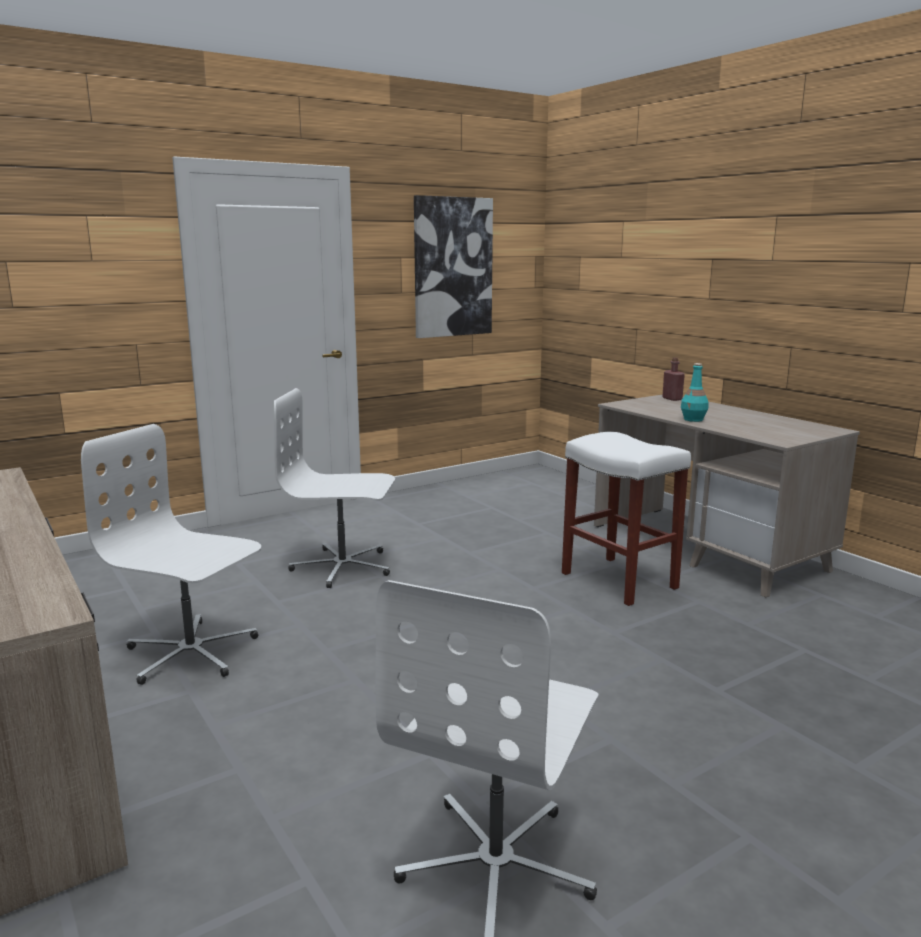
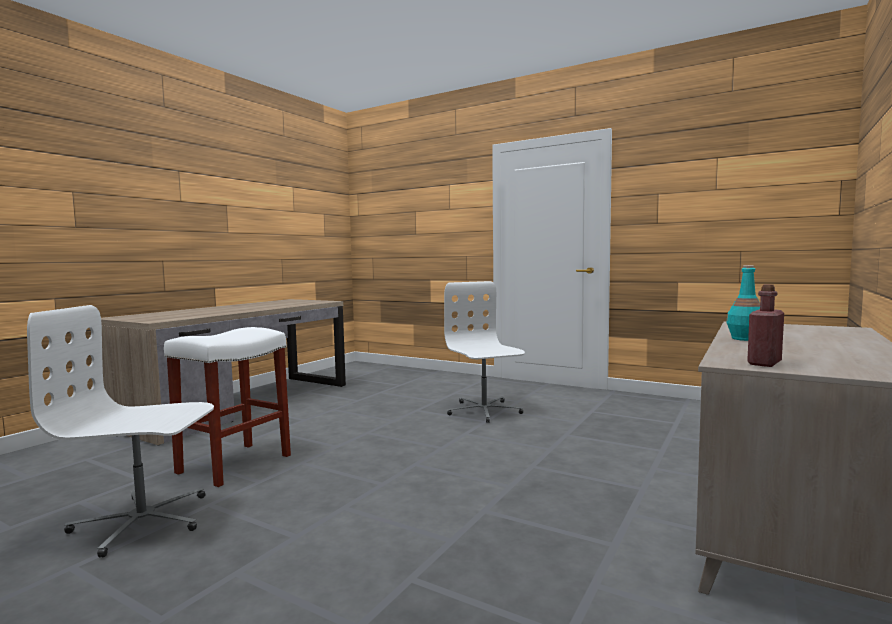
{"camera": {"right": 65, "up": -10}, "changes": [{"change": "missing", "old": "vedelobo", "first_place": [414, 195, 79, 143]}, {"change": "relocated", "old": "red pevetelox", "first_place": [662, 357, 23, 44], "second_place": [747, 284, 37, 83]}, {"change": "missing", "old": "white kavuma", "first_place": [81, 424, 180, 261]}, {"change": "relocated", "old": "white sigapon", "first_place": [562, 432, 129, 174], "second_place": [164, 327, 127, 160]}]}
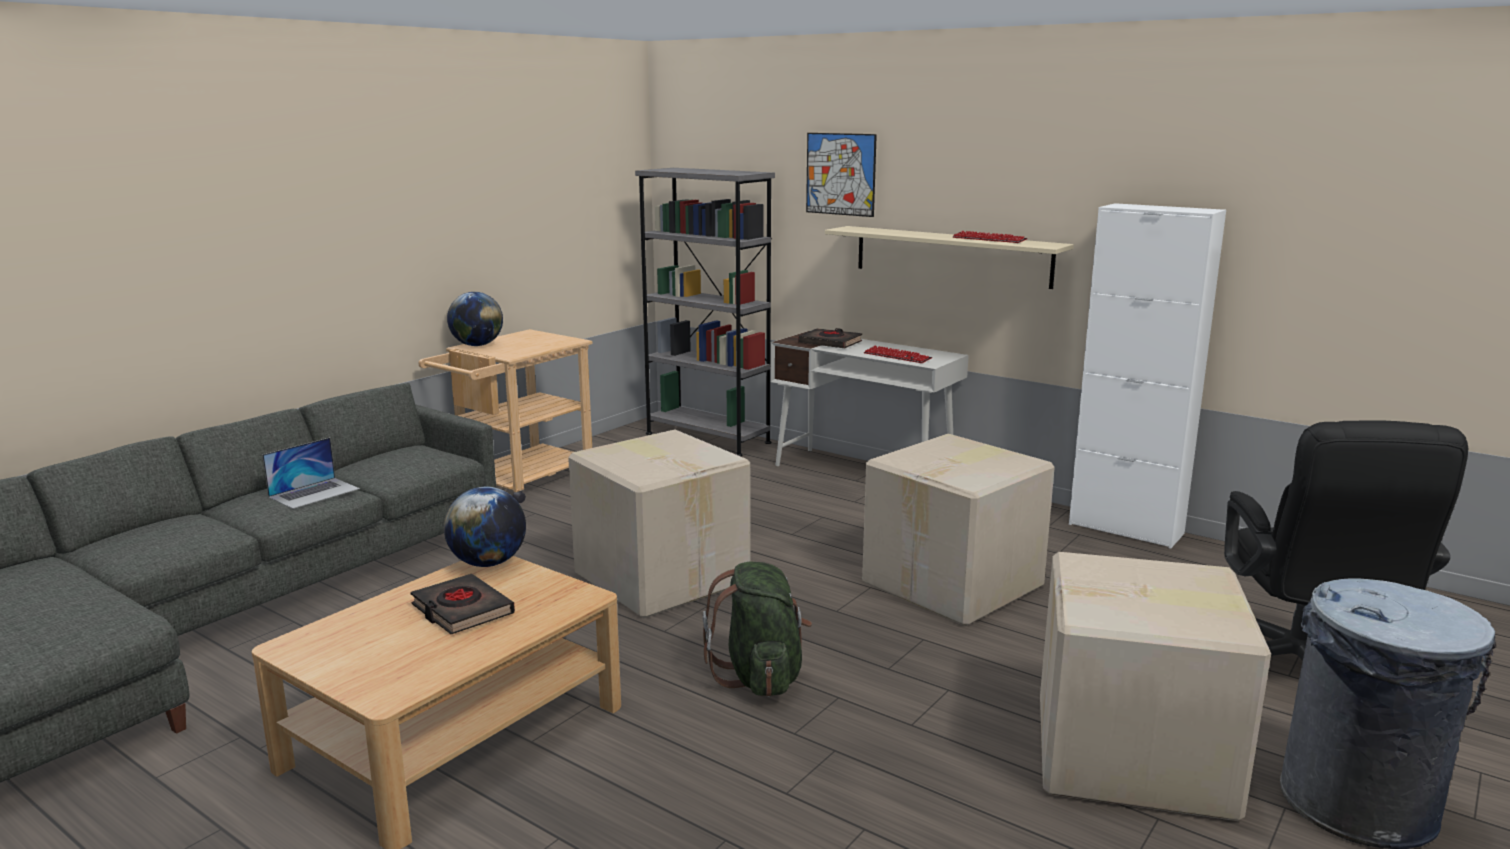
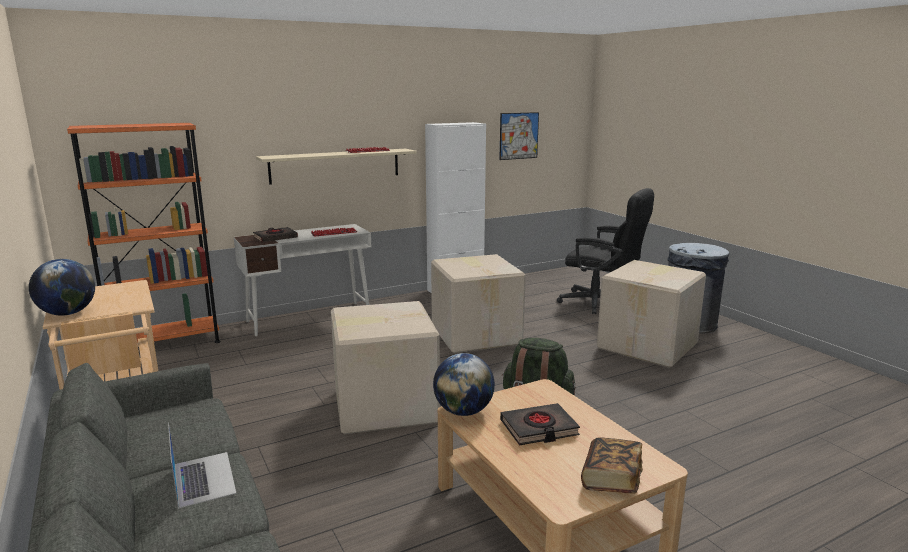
{"camera": {"right": -65, "up": 0}, "changes": [{"change": "relocated", "old": "vedelobo", "first_place": [806, 133, 71, 84], "second_place": [499, 112, 40, 48]}, {"change": "colour", "old": "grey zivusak", "new": "orange zivusak", "first_place": [635, 168, 140, 288], "second_place": [67, 123, 153, 220]}, {"change": "appeared", "new": "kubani", "second_place": [581, 437, 62, 57]}]}
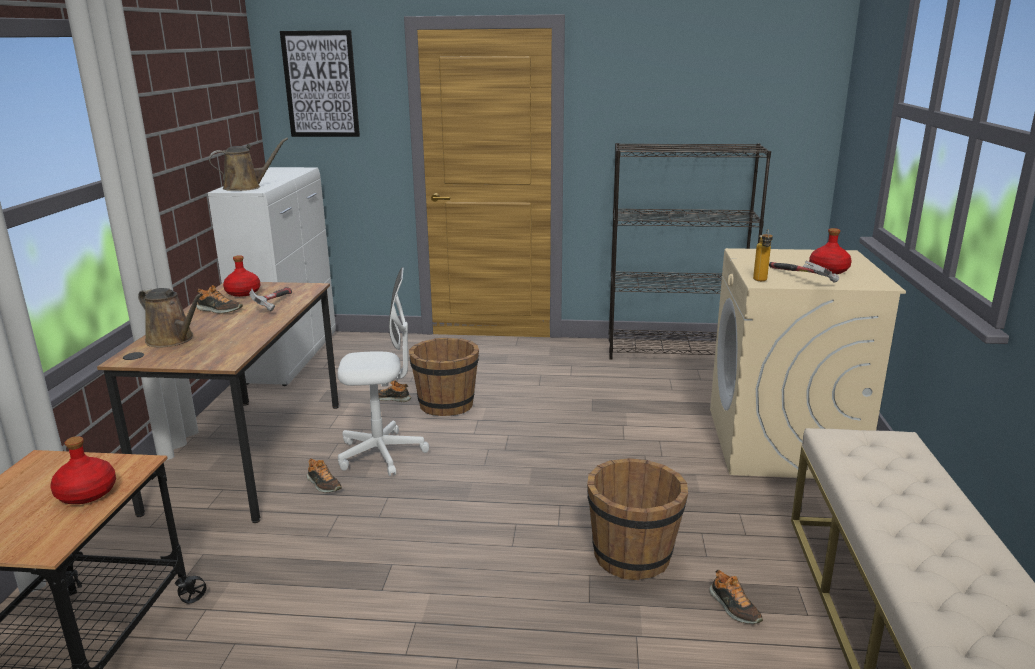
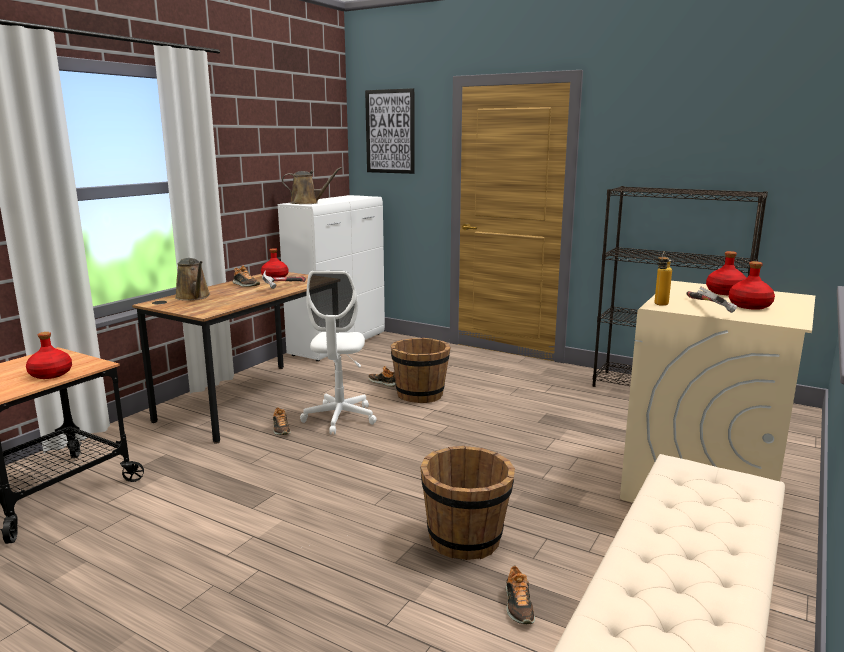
{"camera": {"right": 25, "up": -5}, "changes": [{"change": "spun", "old": "white kavuma", "first_place": [338, 267, 91, 209], "second_place": [300, 270, 77, 165], "degrees": 75}, {"change": "appeared", "new": "red pevetelox", "second_place": [706, 251, 41, 45]}]}
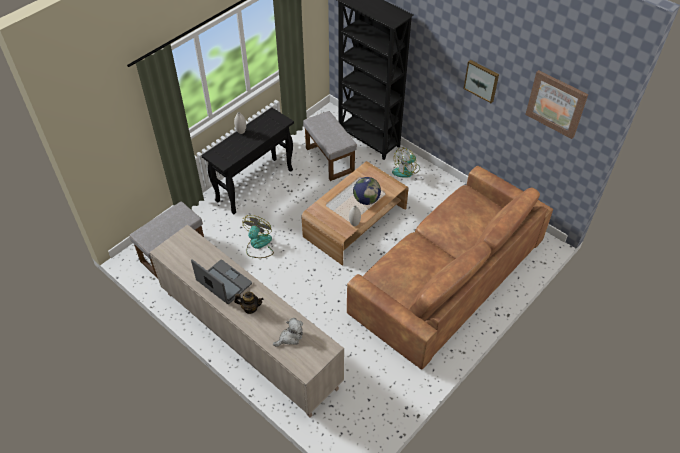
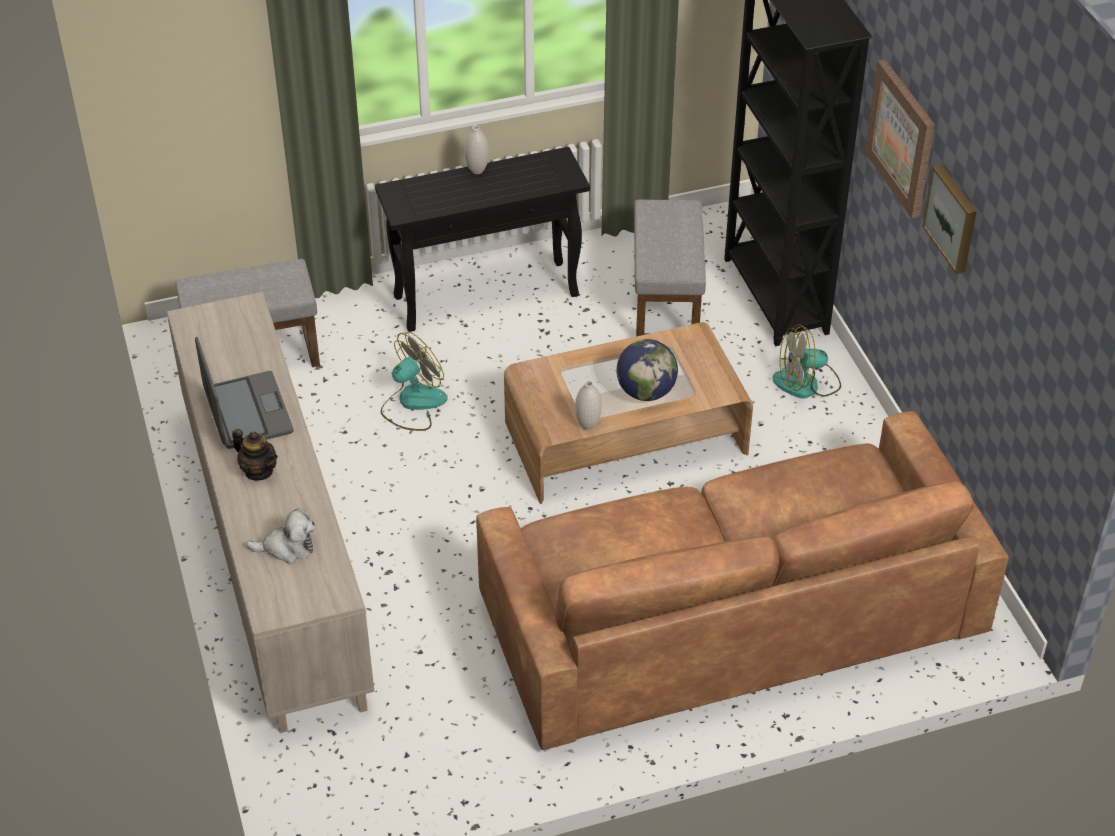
{"camera": {"right": 30, "up": -5}, "changes": [{"change": "relocated", "old": "vedelobo", "first_place": [525, 70, 63, 69], "second_place": [865, 60, 70, 159]}]}
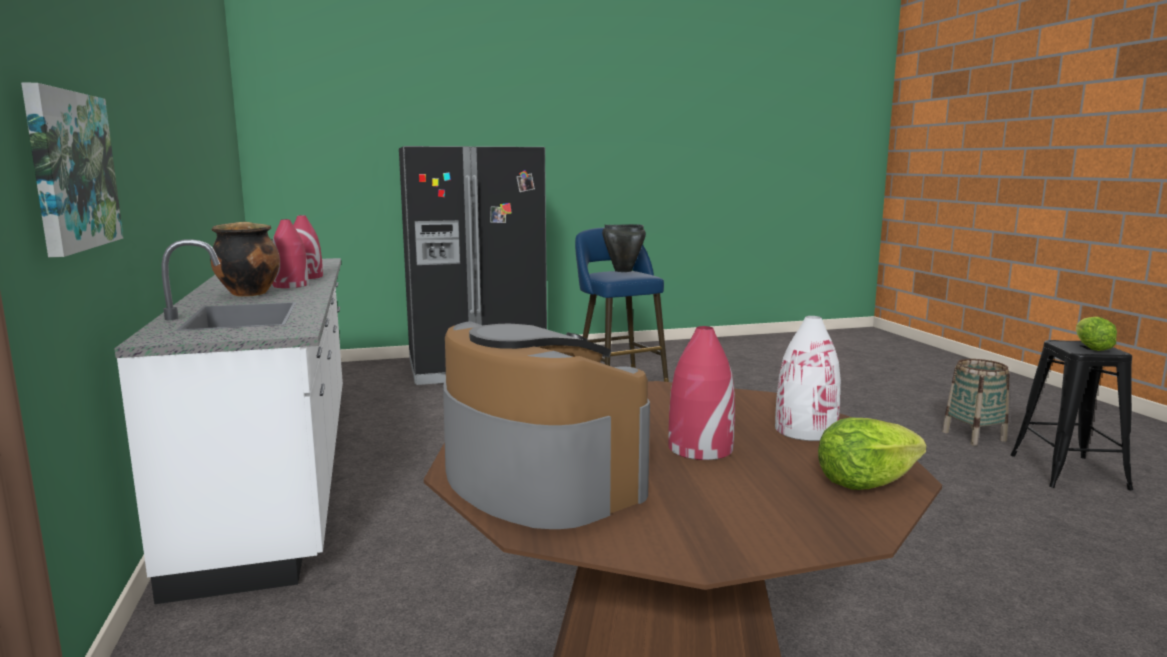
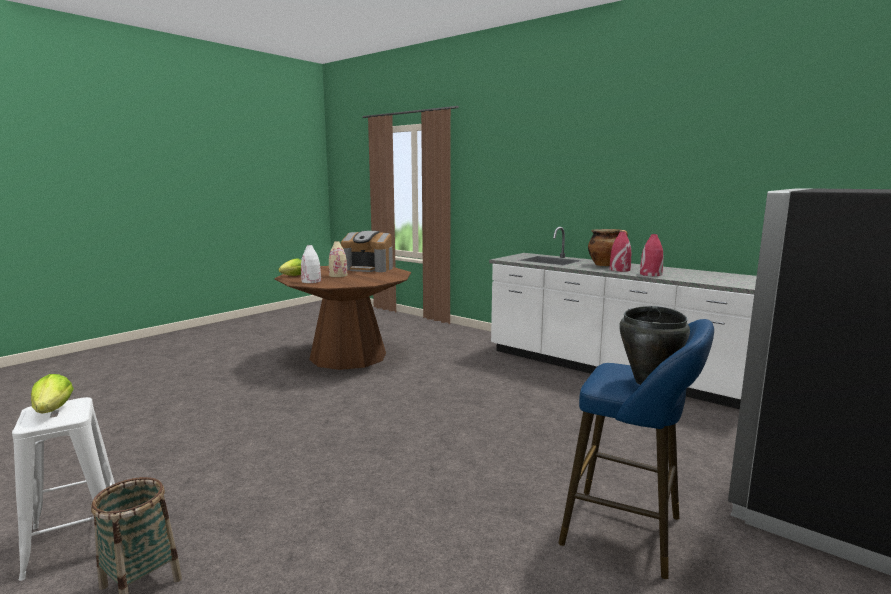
{"camera": {"right": 145, "up": 0}, "changes": [{"change": "missing", "old": "vedelobo", "first_place": [21, 82, 102, 175]}, {"change": "colour", "old": "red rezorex", "new": "beige rezorex", "first_place": [668, 326, 67, 134], "second_place": [329, 241, 18, 36]}, {"change": "colour", "old": "black sigapon", "new": "white sigapon", "first_place": [1010, 340, 123, 151], "second_place": [12, 397, 103, 184]}]}
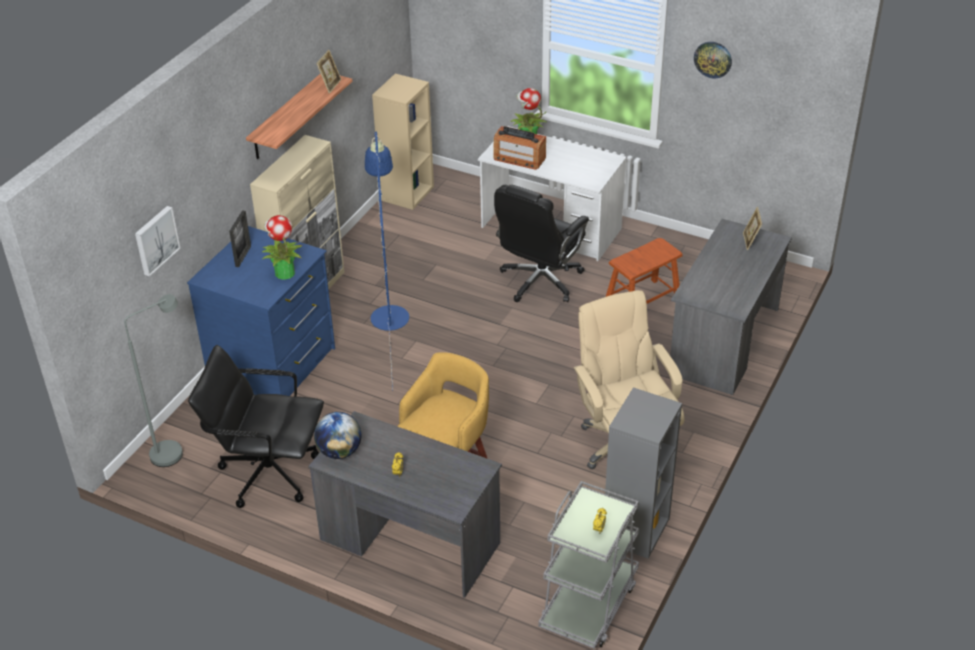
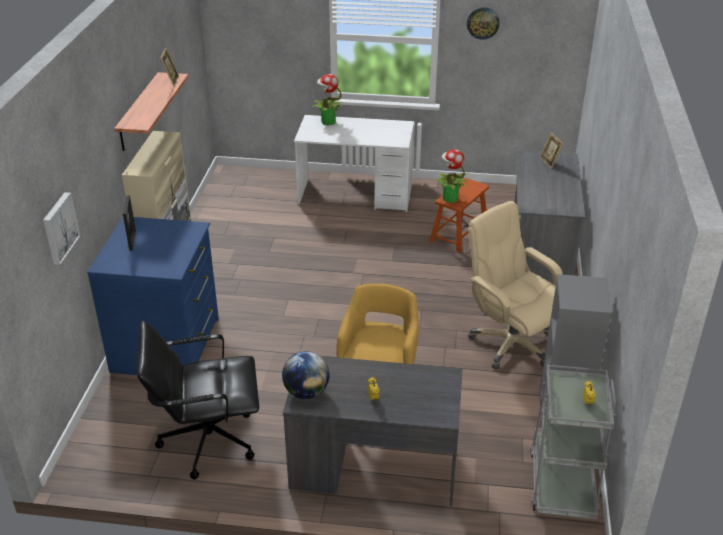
{"camera": {"right": -20, "up": -5}, "changes": [{"change": "missing", "old": "beige zivusak", "first_place": [372, 74, 62, 136]}, {"change": "missing", "old": "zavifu", "first_place": [493, 126, 53, 44]}, {"change": "missing", "old": "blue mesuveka", "first_place": [365, 132, 44, 259]}, {"change": "missing", "old": "black kavuma", "first_place": [494, 185, 95, 117]}, {"change": "relocated", "old": "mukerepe", "first_place": [262, 215, 41, 65], "second_place": [434, 149, 34, 54]}, {"change": "missing", "old": "grey mesuveka", "first_place": [124, 294, 59, 173]}]}
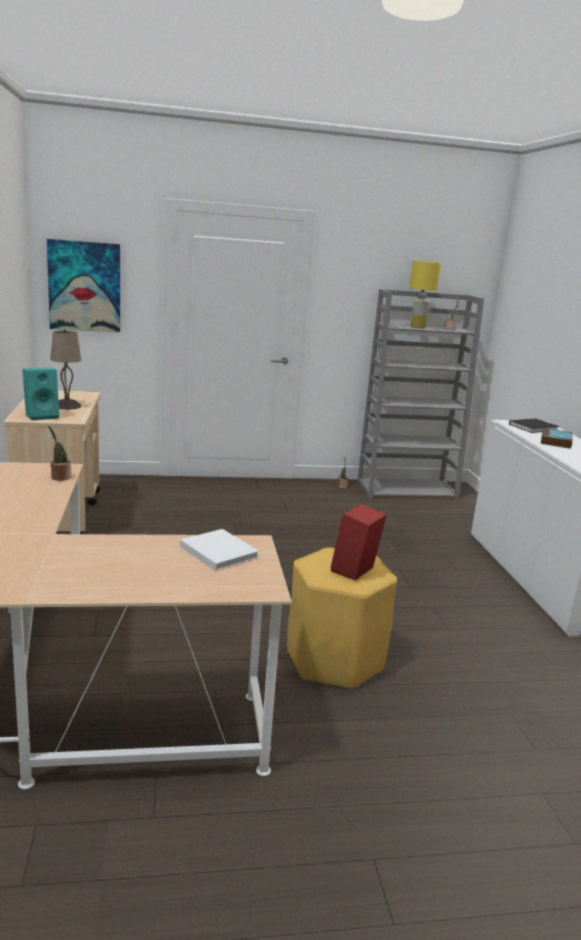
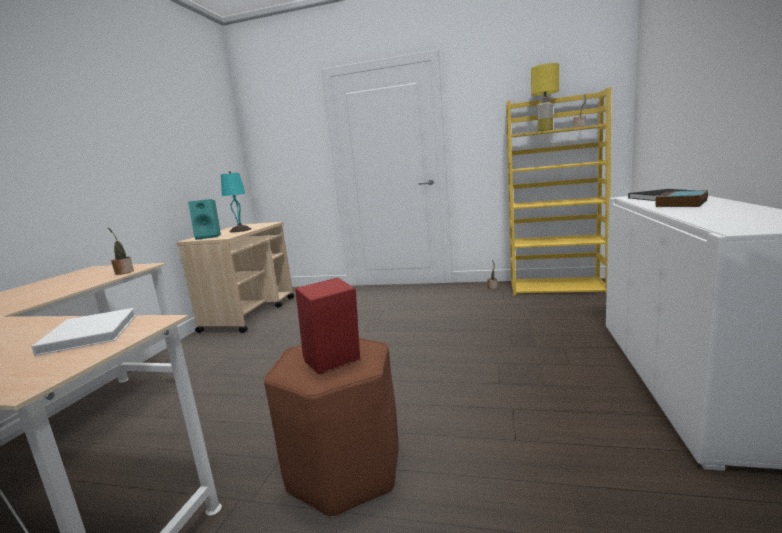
{"camera": {"right": 25, "up": -5}, "changes": [{"change": "missing", "old": "vedelobo", "first_place": [47, 239, 73, 94]}, {"change": "colour", "old": "grey zivusak", "new": "yellow zivusak", "first_place": [357, 289, 127, 210], "second_place": [506, 87, 105, 208]}, {"change": "colour", "old": "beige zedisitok", "new": "turquoise zedisitok", "first_place": [50, 329, 32, 81], "second_place": [221, 171, 30, 62]}, {"change": "colour", "old": "yellow sigapon", "new": "brown sigapon", "first_place": [287, 547, 110, 143], "second_place": [264, 338, 135, 179]}]}
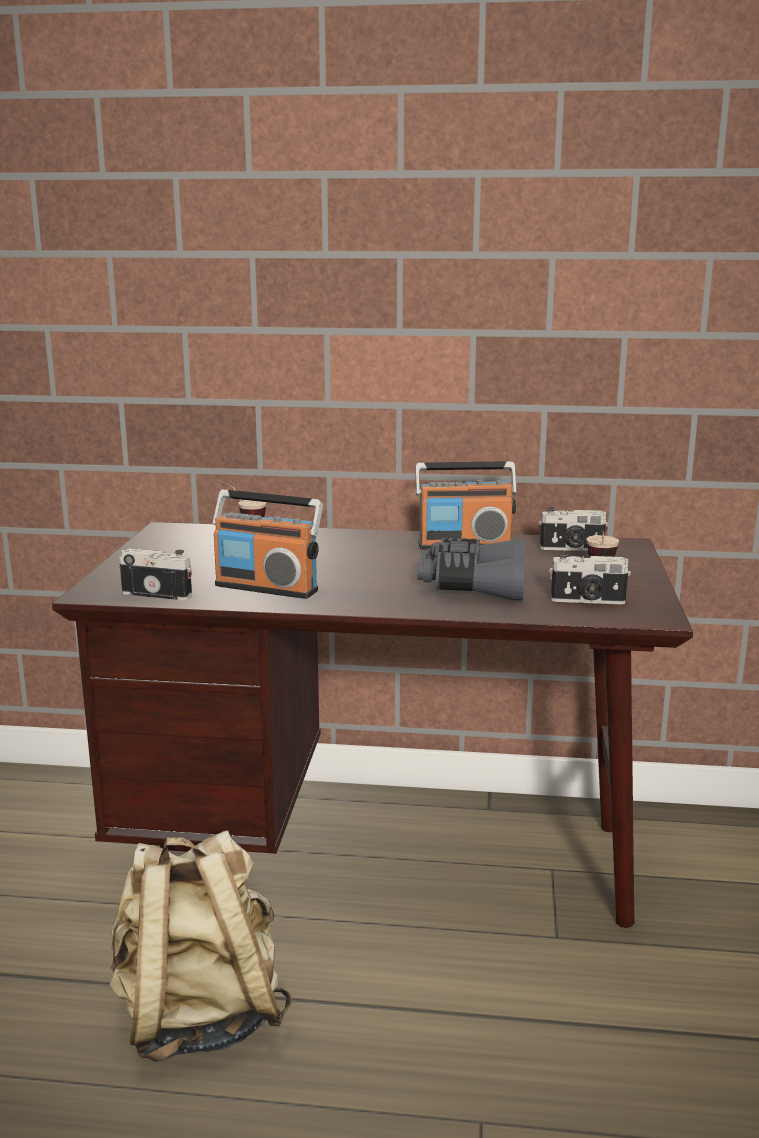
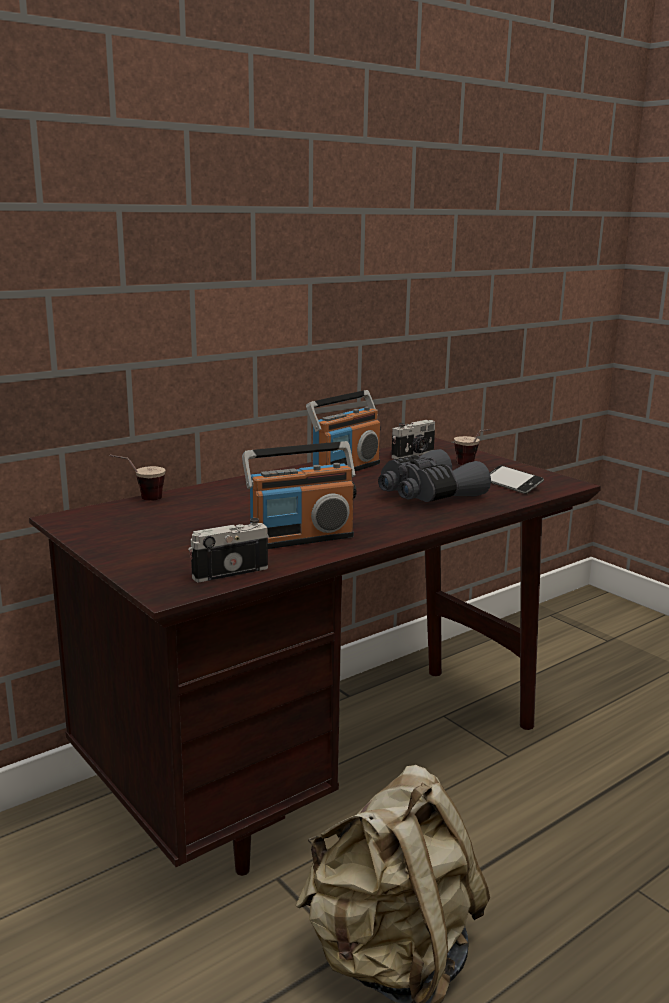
{"camera": {"right": -45, "up": 0}, "changes": [{"change": "exchanged", "old": "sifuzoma", "new": "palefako", "first_place": [549, 553, 82, 51], "second_place": [489, 465, 55, 29]}]}
